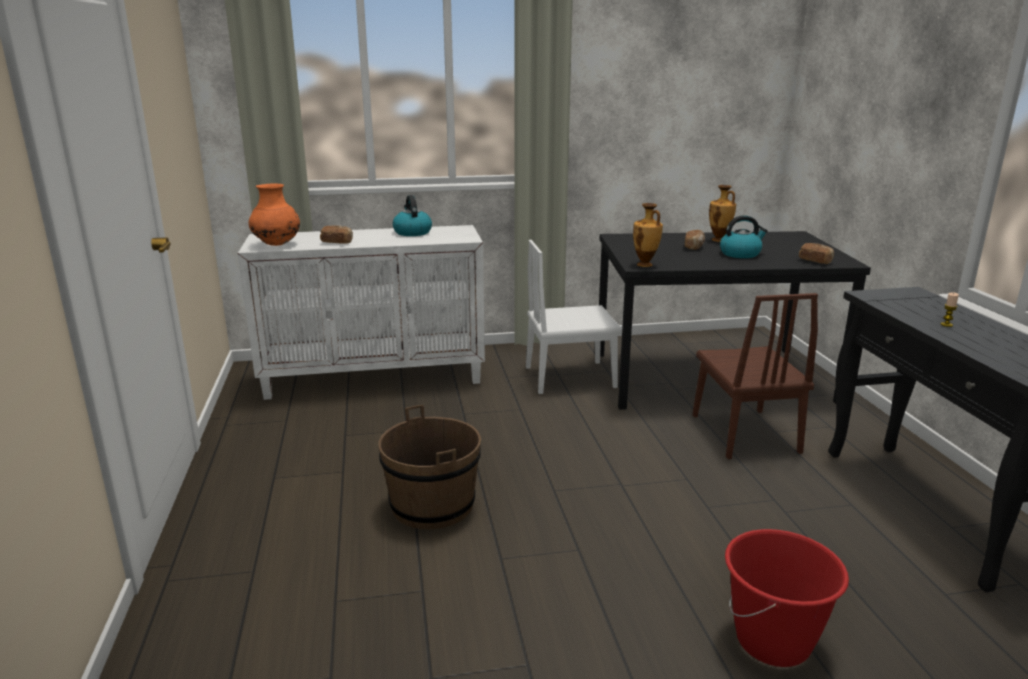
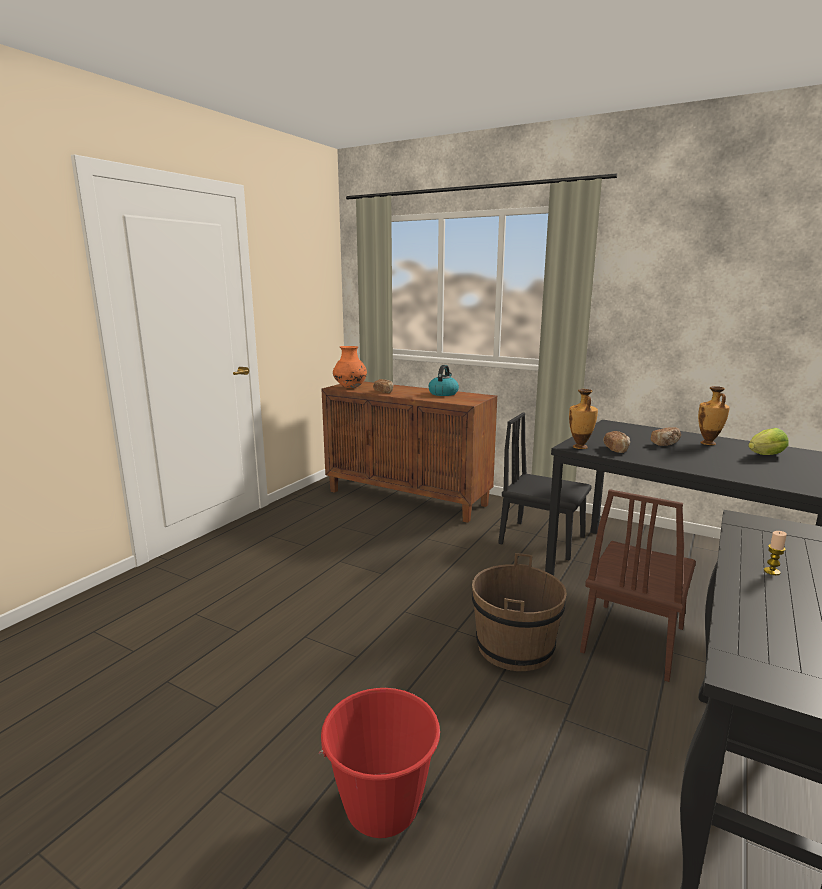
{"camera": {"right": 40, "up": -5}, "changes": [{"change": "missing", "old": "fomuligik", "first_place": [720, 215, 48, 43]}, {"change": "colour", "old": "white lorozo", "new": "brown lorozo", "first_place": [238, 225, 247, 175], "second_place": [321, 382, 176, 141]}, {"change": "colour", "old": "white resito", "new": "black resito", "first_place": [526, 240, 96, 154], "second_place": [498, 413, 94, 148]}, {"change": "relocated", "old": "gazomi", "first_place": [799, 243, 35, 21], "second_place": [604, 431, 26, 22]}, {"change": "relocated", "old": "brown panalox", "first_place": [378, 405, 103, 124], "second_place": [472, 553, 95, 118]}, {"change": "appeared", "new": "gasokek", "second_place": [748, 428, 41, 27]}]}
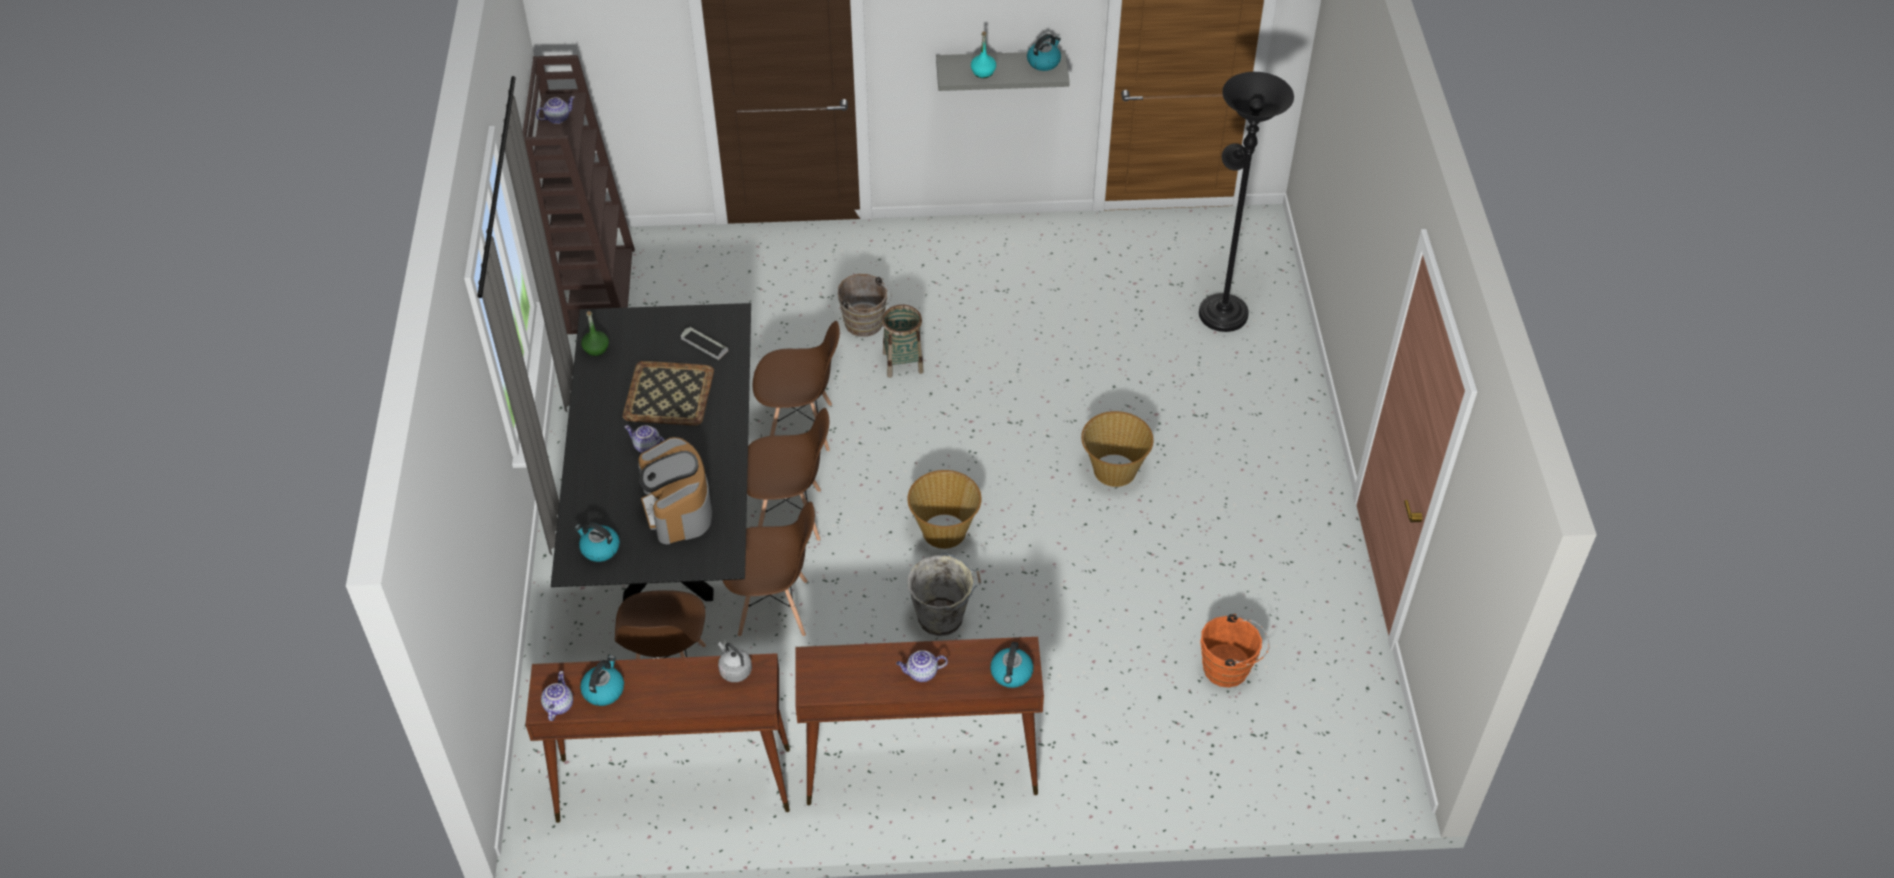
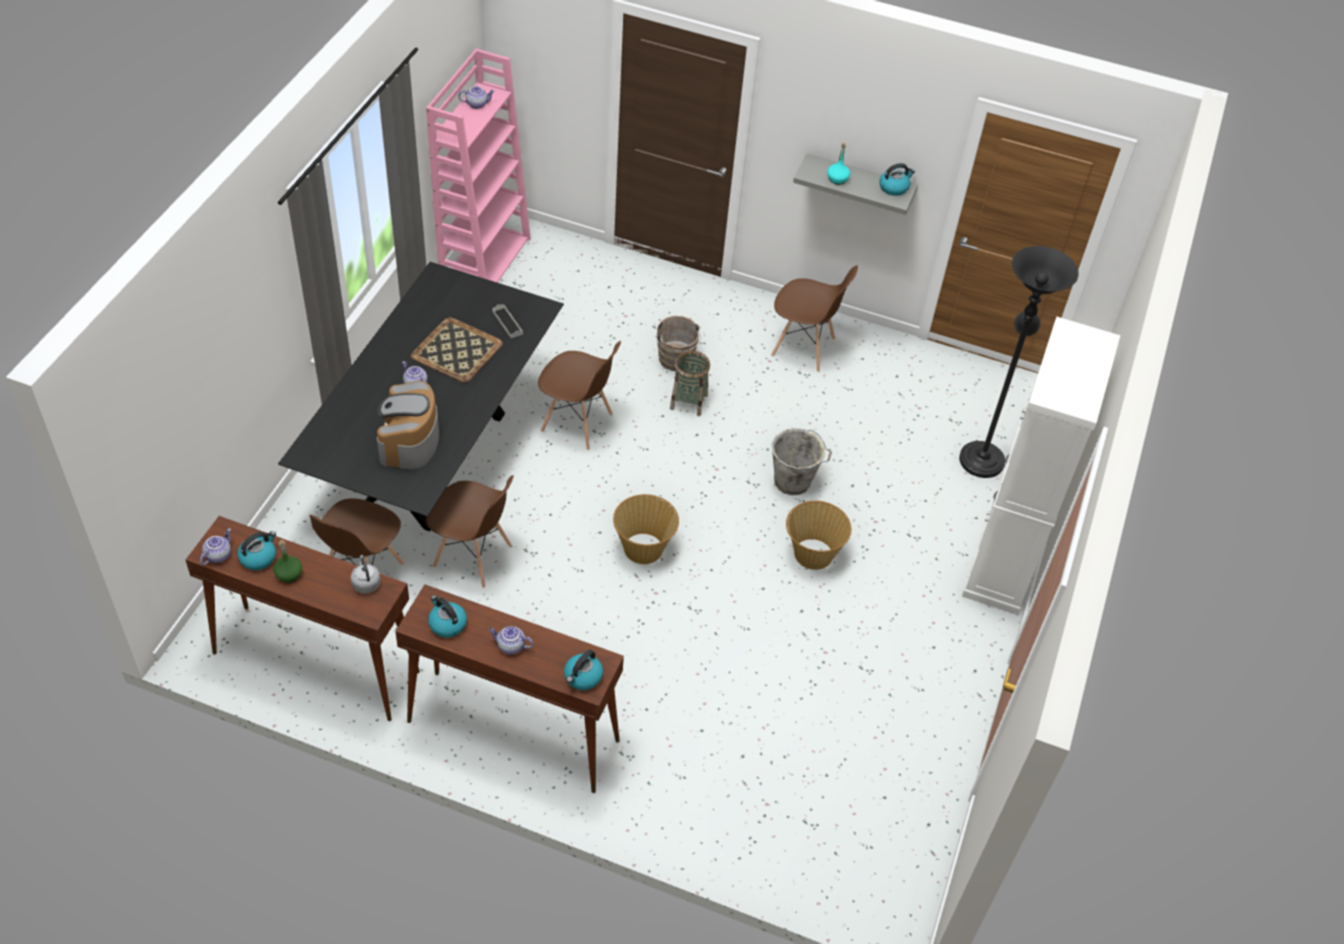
{"camera": {"right": 20, "up": 0}, "changes": [{"change": "colour", "old": "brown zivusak", "new": "pink zivusak", "first_place": [523, 55, 112, 279], "second_place": [426, 49, 105, 234]}, {"change": "relocated", "old": "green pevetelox", "first_place": [581, 311, 28, 45], "second_place": [273, 540, 29, 43]}, {"change": "relocated", "old": "brown resito", "first_place": [747, 408, 82, 133], "second_place": [771, 265, 87, 107]}, {"change": "relocated", "old": "fomuligik", "first_place": [575, 522, 45, 40], "second_place": [428, 595, 39, 43]}, {"change": "relocated", "old": "grey panalox", "first_place": [908, 553, 73, 83], "second_place": [772, 428, 60, 67]}, {"change": "missing", "old": "orange panalox", "first_place": [1201, 614, 69, 74]}, {"change": "appeared", "new": "white lorozo", "second_place": [962, 317, 158, 298]}]}
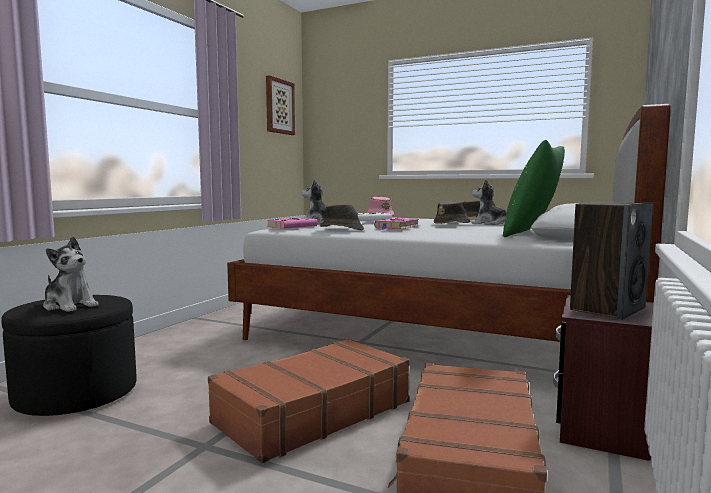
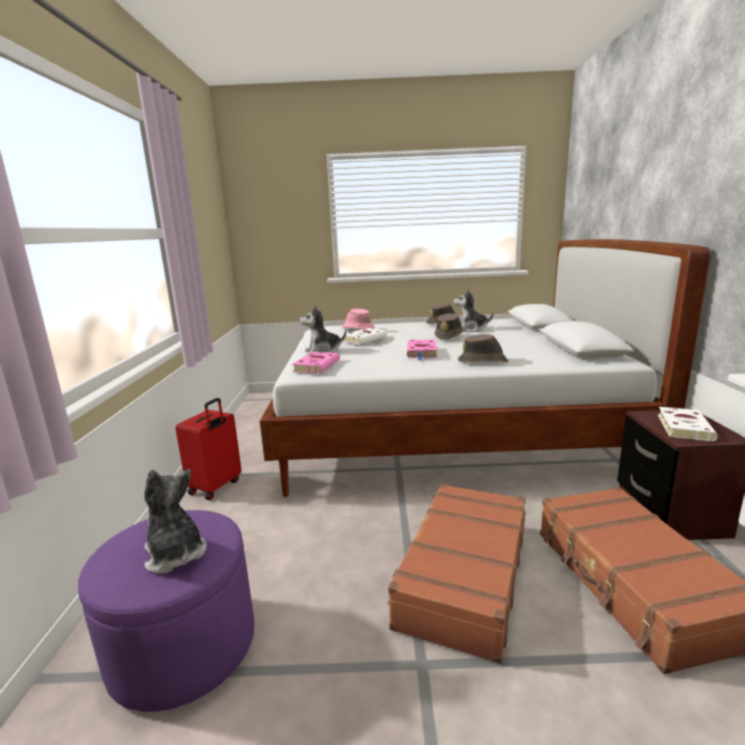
{"camera": {"right": -25, "up": 10}, "changes": [{"change": "missing", "old": "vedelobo", "first_place": [266, 75, 29, 60]}, {"change": "missing", "old": "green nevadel", "first_place": [503, 140, 62, 97]}, {"change": "exchanged", "old": "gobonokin", "new": "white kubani", "first_place": [570, 202, 83, 118], "second_place": [658, 407, 60, 34]}, {"change": "relocated", "old": "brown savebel", "first_place": [320, 204, 44, 26], "second_place": [458, 334, 50, 28]}, {"change": "spun", "old": "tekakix", "first_place": [43, 237, 56, 75], "second_place": [144, 469, 63, 105], "degrees": -135}, {"change": "colour", "old": "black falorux", "new": "purple falorux", "first_place": [1, 295, 136, 121], "second_place": [78, 510, 177, 202]}, {"change": "appeared", "new": "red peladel", "second_place": [175, 398, 66, 102]}]}
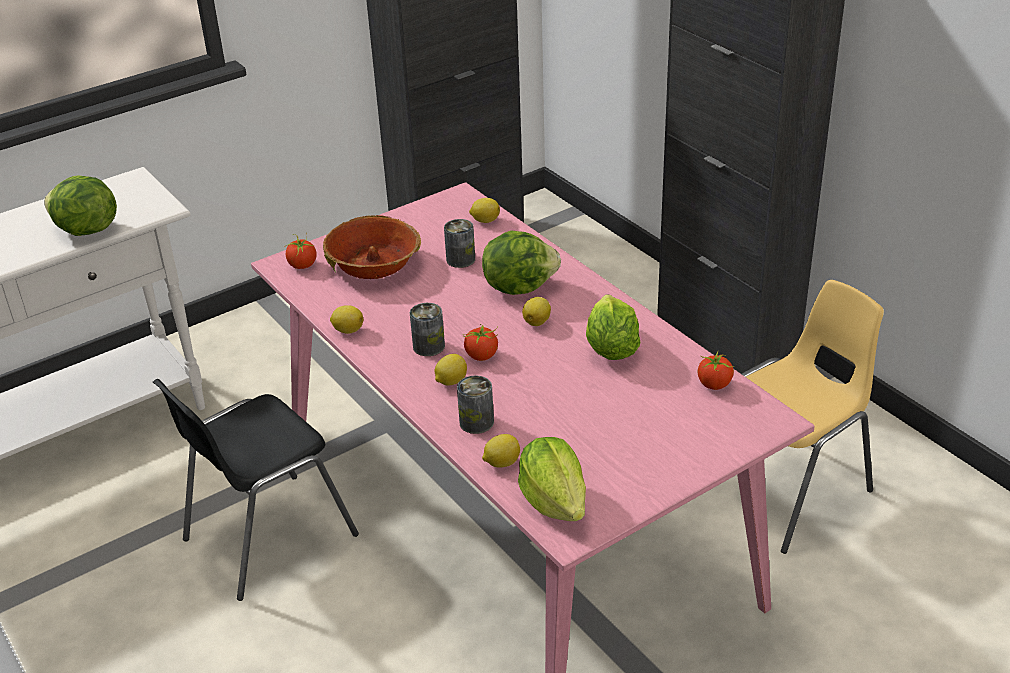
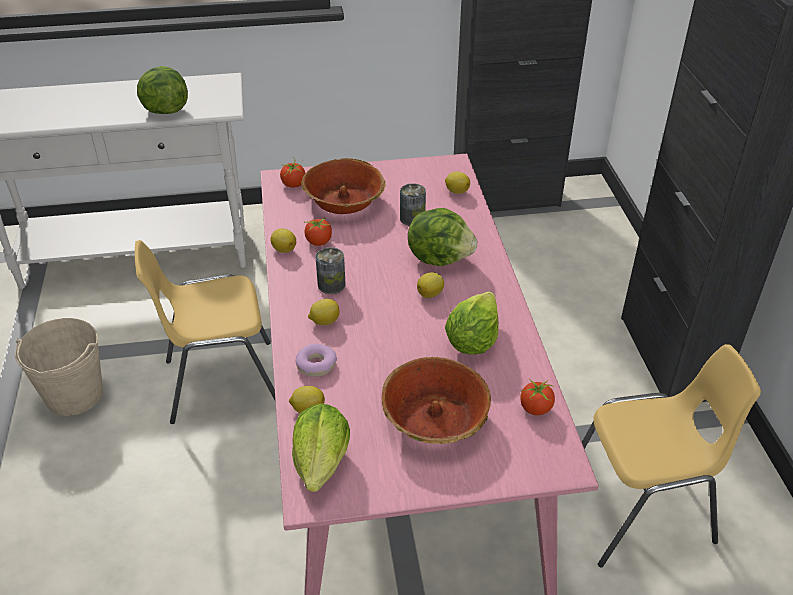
{"camera": {"right": 25, "up": 5}, "changes": [{"change": "relocated", "old": "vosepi", "first_place": [463, 324, 35, 37], "second_place": [305, 216, 28, 30]}, {"change": "exchanged", "old": "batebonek", "new": "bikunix", "first_place": [457, 376, 37, 58], "second_place": [296, 344, 41, 33]}, {"change": "colour", "old": "black resito", "new": "yellow resito", "first_place": [153, 379, 206, 222], "second_place": [135, 240, 140, 184]}, {"change": "appeared", "new": "beige panalox", "second_place": [15, 318, 88, 98]}, {"change": "appeared", "new": "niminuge", "second_place": [382, 357, 109, 87]}]}
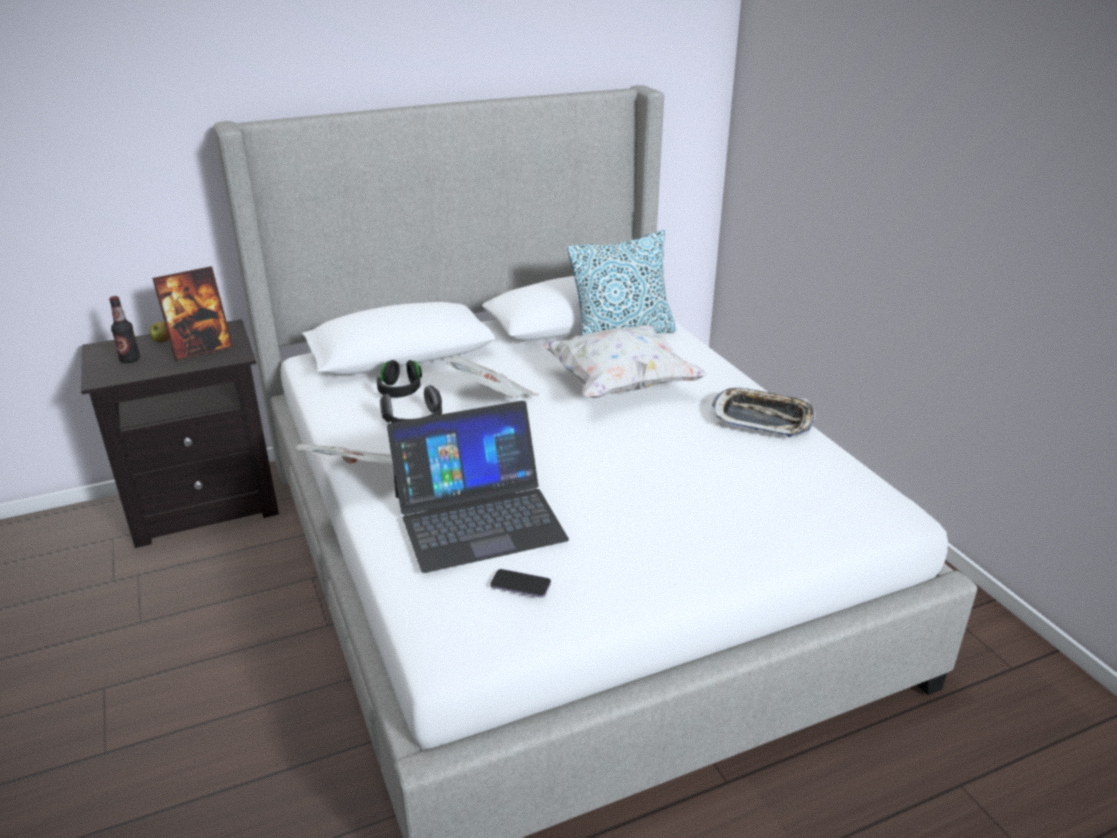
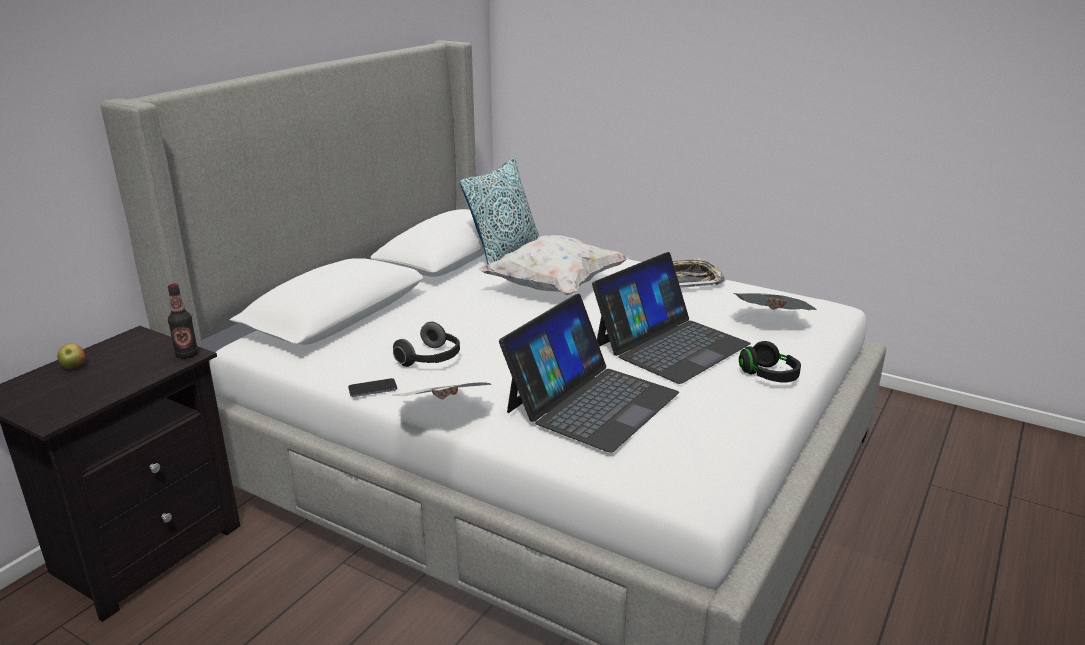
{"camera": {"right": -35, "up": -5}, "changes": [{"change": "missing", "old": "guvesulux", "first_place": [152, 266, 81, 95]}, {"change": "relocated", "old": "pevetelox", "first_place": [109, 296, 31, 67], "second_place": [168, 283, 30, 76]}, {"change": "relocated", "old": "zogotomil", "first_place": [446, 357, 93, 41], "second_place": [734, 293, 83, 17]}, {"change": "relocated", "old": "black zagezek", "first_place": [377, 360, 45, 38], "second_place": [739, 341, 62, 42]}, {"change": "relocated", "old": "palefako", "first_place": [490, 569, 61, 29], "second_place": [348, 378, 49, 19]}, {"change": "appeared", "new": "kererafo", "second_place": [592, 252, 159, 132]}]}
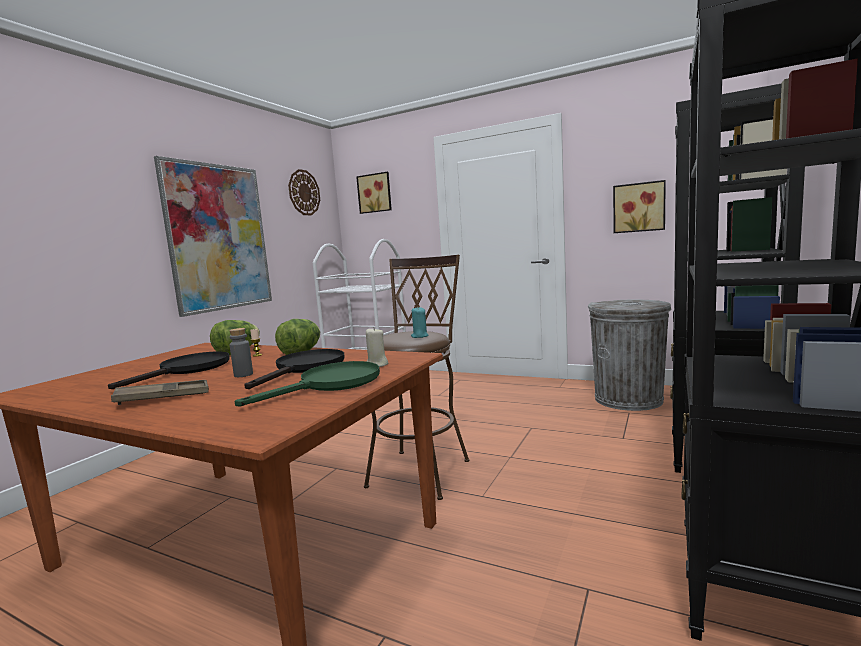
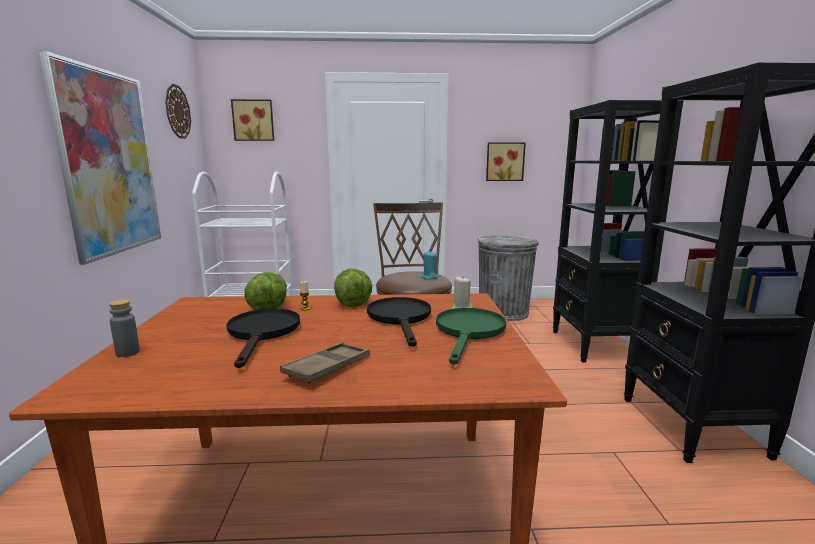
{"camera": {"right": -30, "up": 5}, "changes": [{"change": "relocated", "old": "grey pevetelox", "first_place": [229, 328, 24, 49], "second_place": [109, 299, 31, 58]}]}
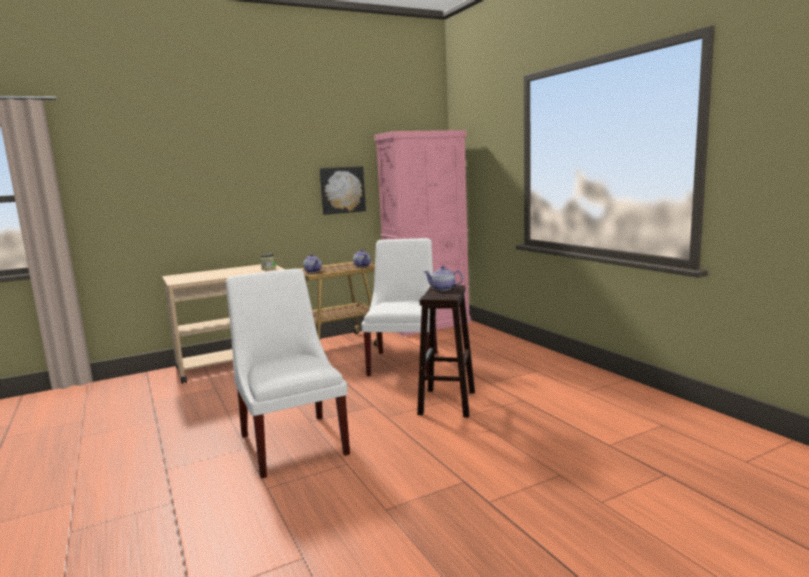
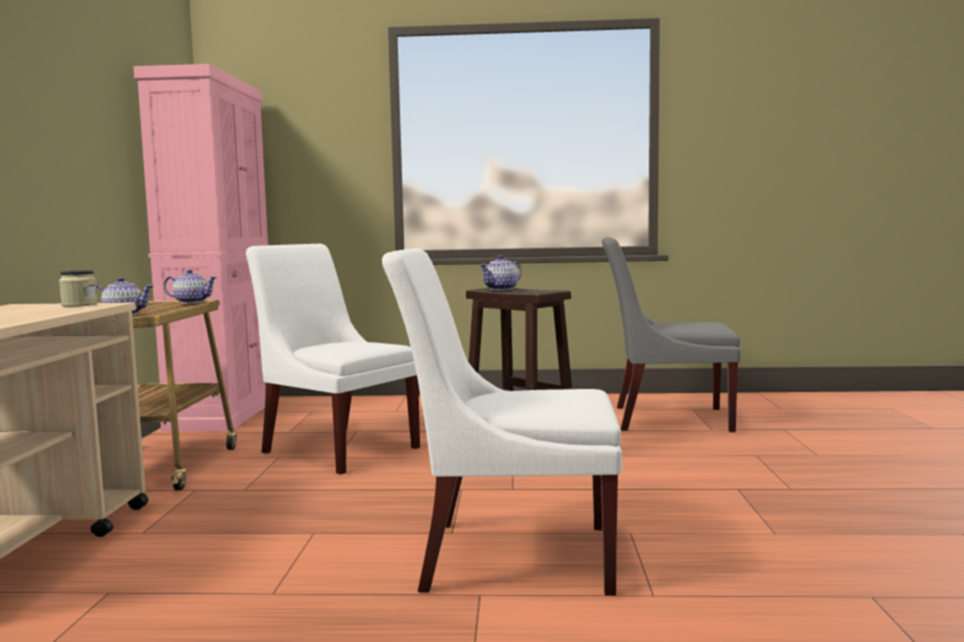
{"camera": {"right": -60, "up": -5}, "changes": [{"change": "missing", "old": "vedelobo", "first_place": [320, 166, 46, 49]}, {"change": "appeared", "new": "grey resito", "second_place": [602, 237, 139, 195]}]}
